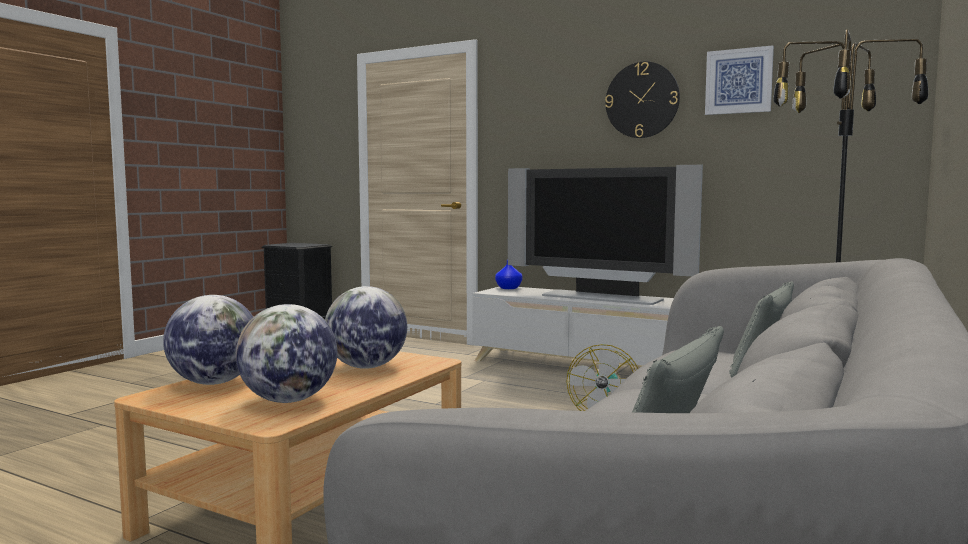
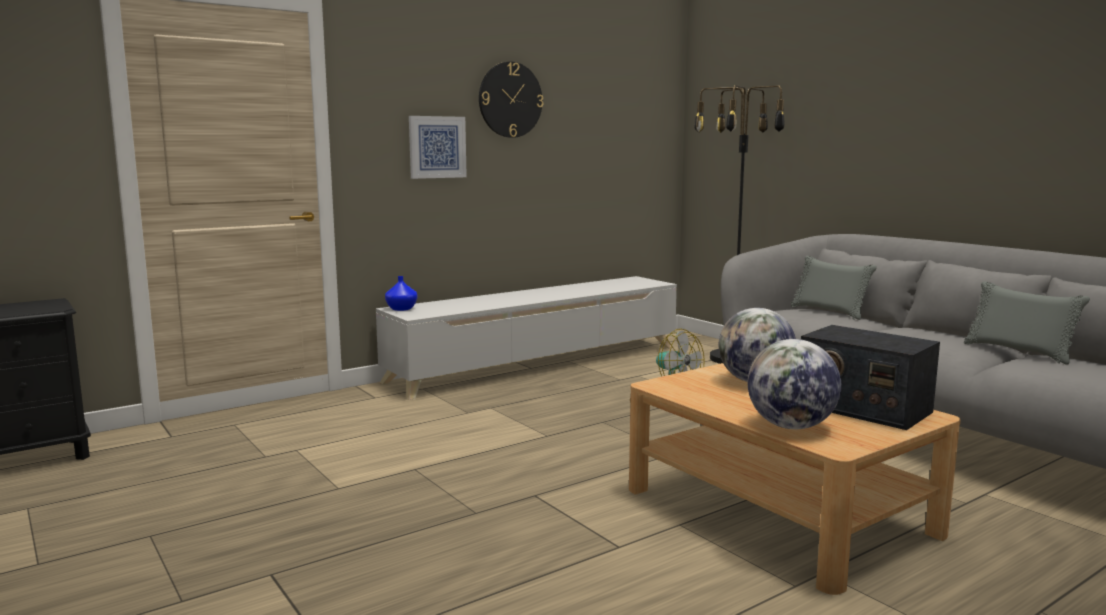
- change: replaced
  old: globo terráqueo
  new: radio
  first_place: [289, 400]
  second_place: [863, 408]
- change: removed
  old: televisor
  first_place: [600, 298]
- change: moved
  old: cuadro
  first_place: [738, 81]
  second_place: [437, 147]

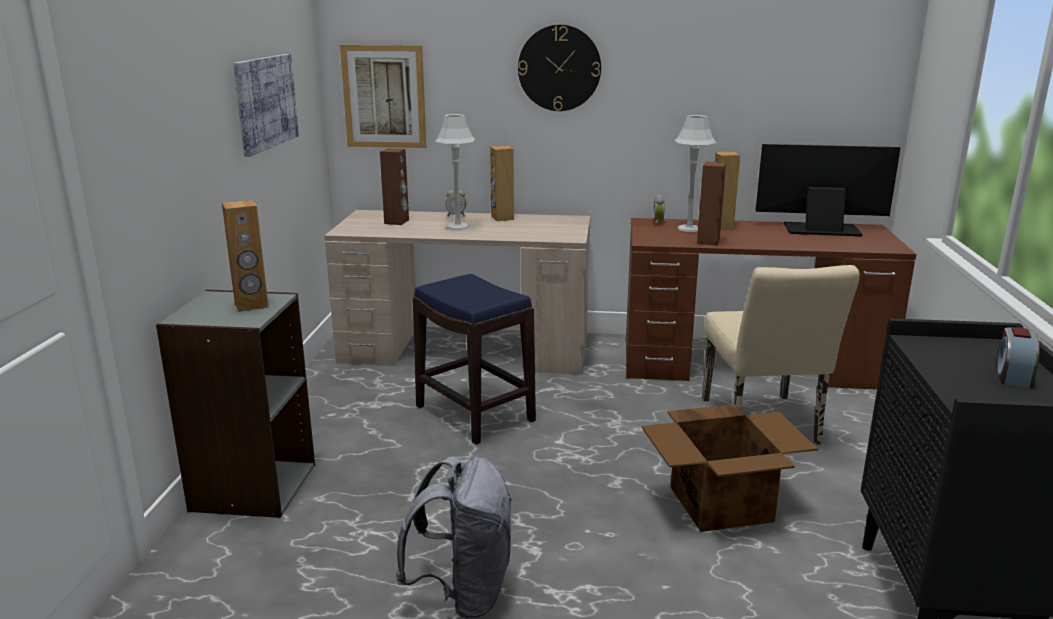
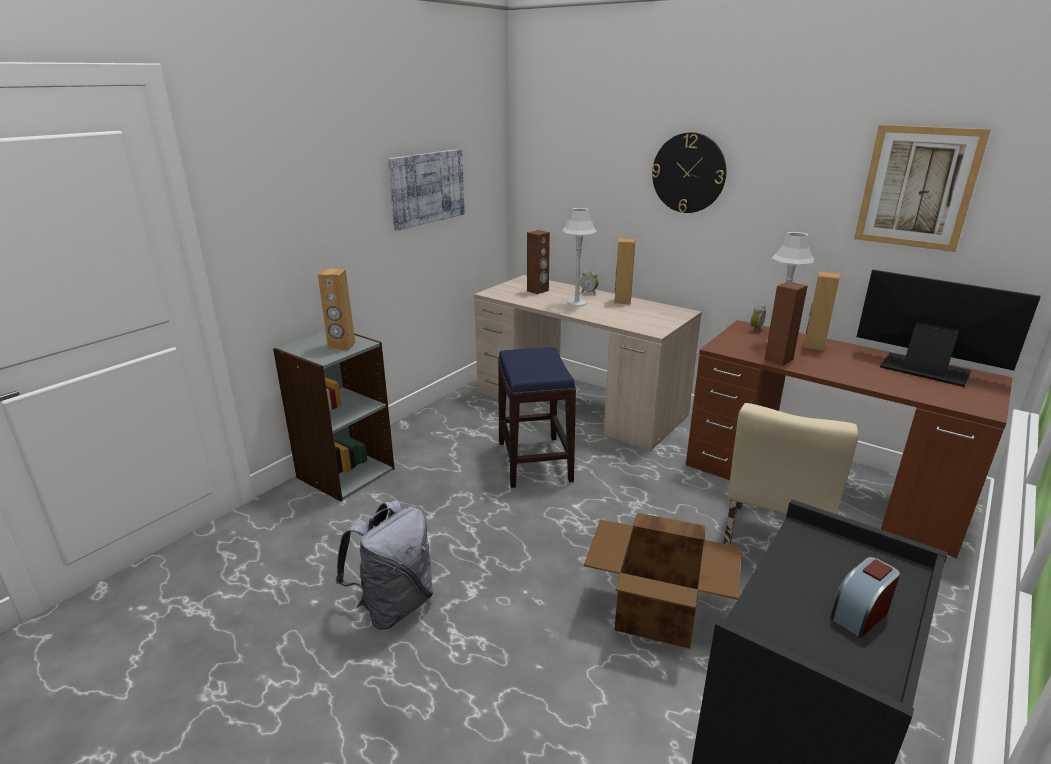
- change: moved
  old: cuadro
  first_place: [384, 96]
  second_place: [917, 188]

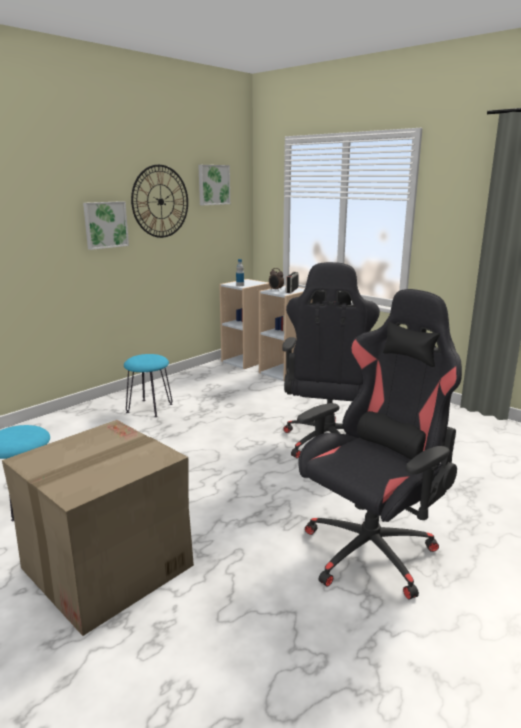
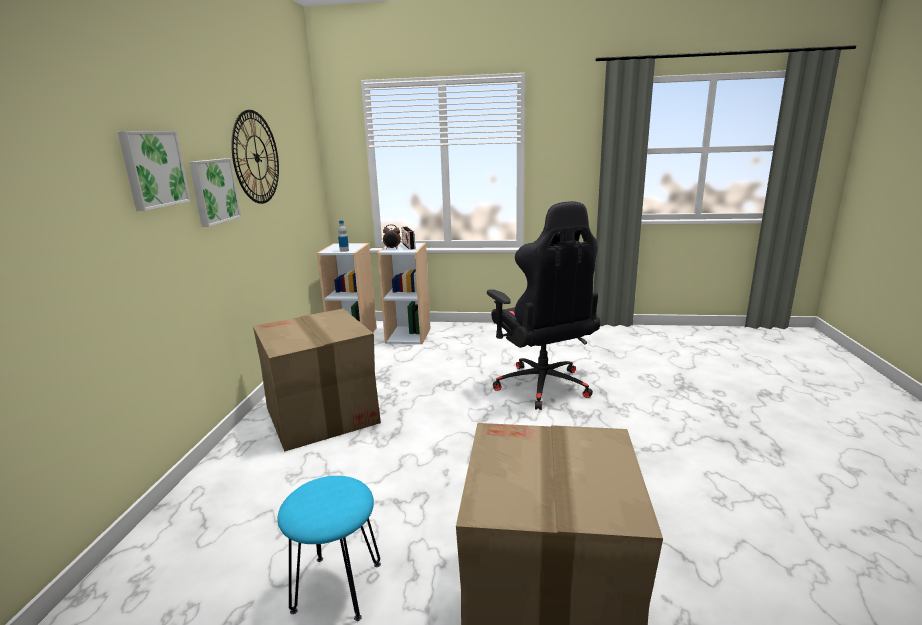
- change: replaced
  old: taburete/turquesa
  new: caja de cartón
  first_place: [149, 408]
  second_place: [322, 415]
- change: moved
  old: cuadro
  first_place: [213, 185]
  second_place: [153, 169]
- change: removed
  old: silla de oficina/negro
  first_place: [368, 553]

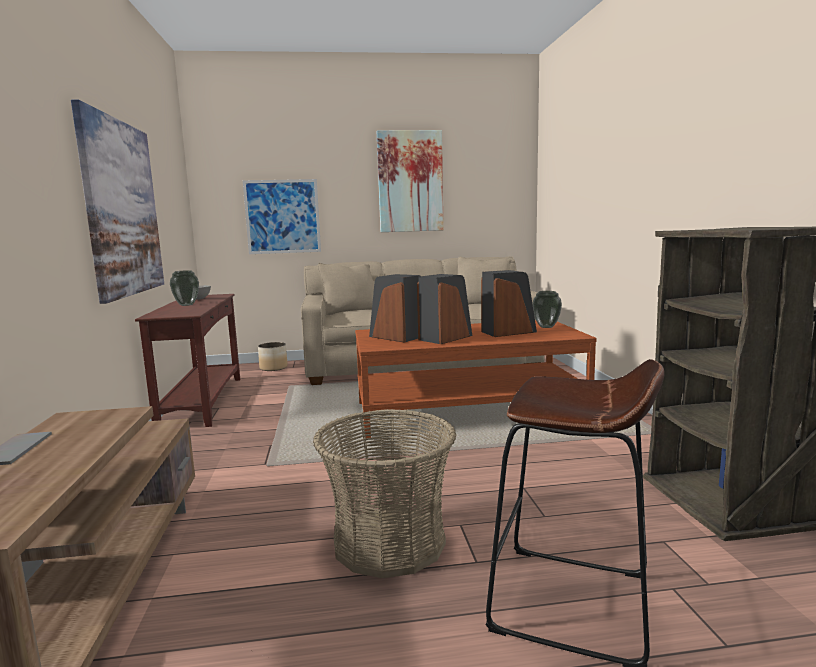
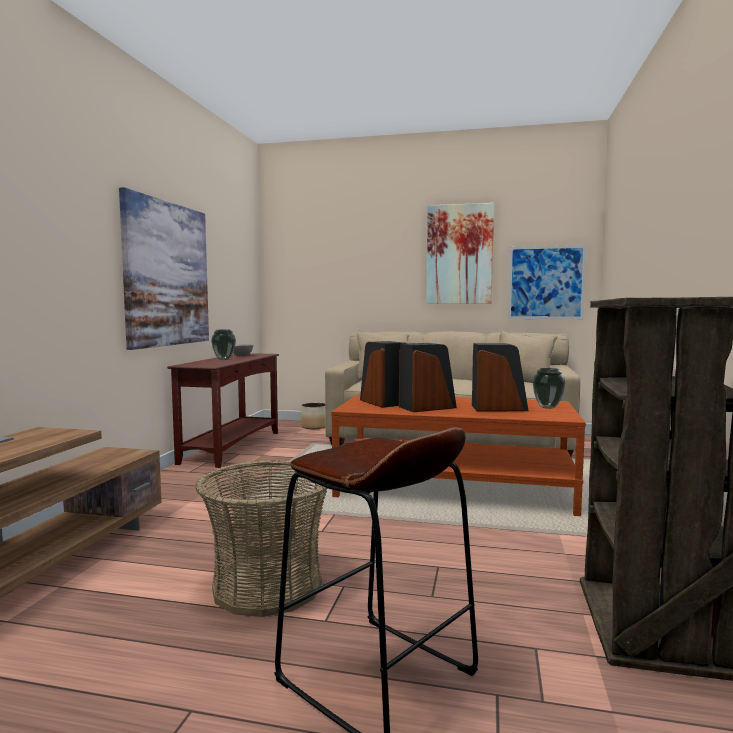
- change: moved
  old: cuadro
  first_place: [282, 216]
  second_place: [546, 282]

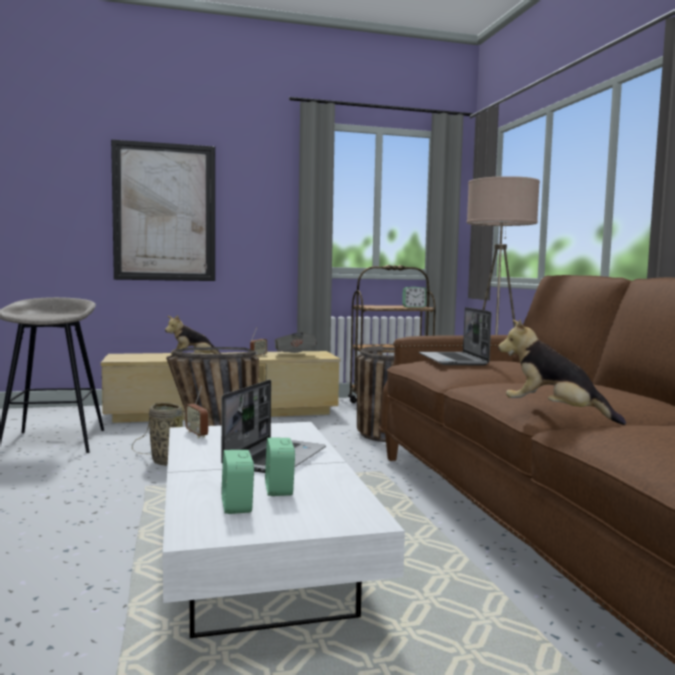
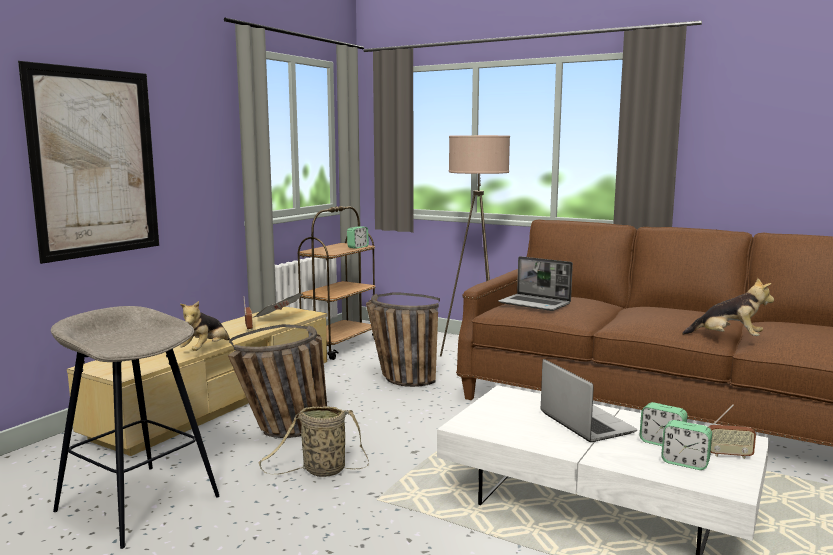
- change: moved
  old: radio
  first_place: [197, 434]
  second_place: [729, 455]
- change: turned
  old: peluche
  first_place: [554, 414]
  second_place: [728, 338]
  degrees: -150

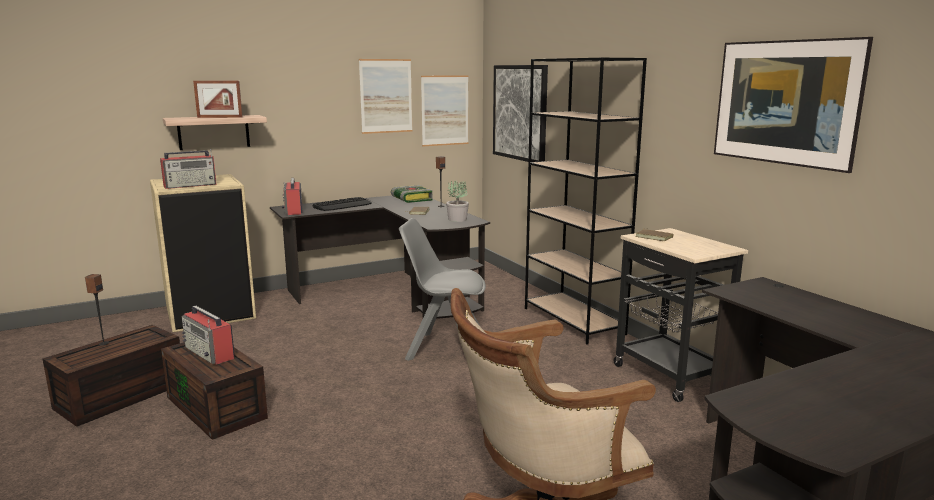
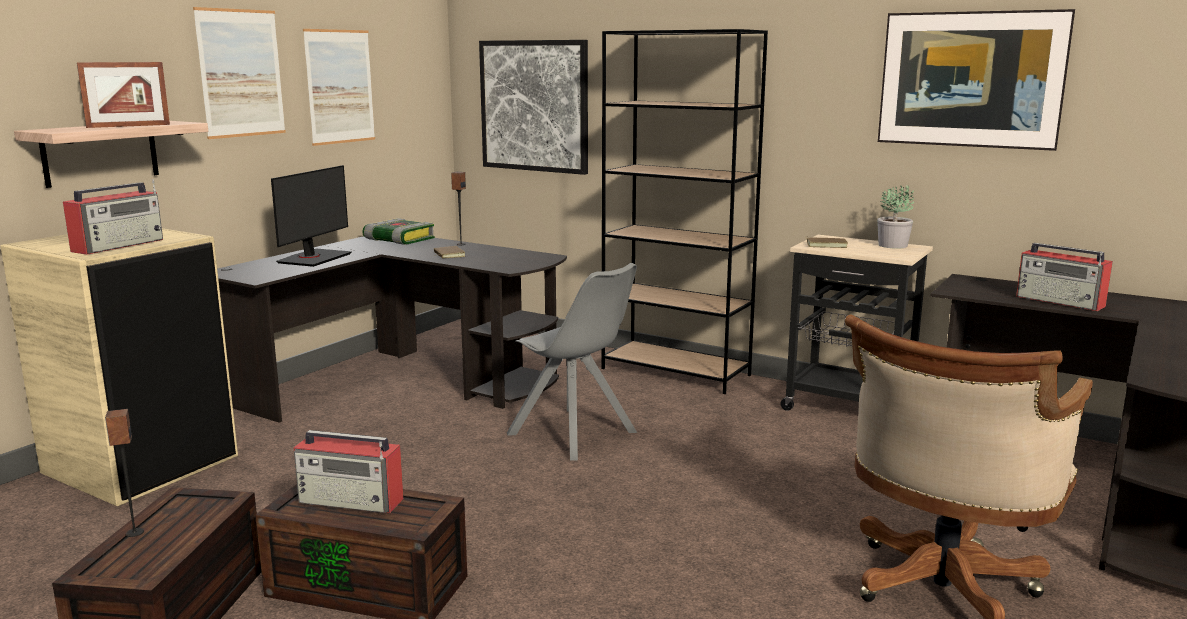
- change: moved
  old: radio
  first_place: [294, 210]
  second_place: [1060, 302]
- change: replaced
  old: teclado
  new: monitor
  first_place: [342, 205]
  second_place: [313, 258]
- change: turned
  old: silla/gris
  first_place: [444, 349]
  second_place: [574, 435]
  degrees: -120
- change: moved
  old: cuadro
  first_place: [445, 110]
  second_place: [241, 73]
- change: moved
  old: planta en maceta
  first_place: [457, 219]
  second_place: [893, 245]

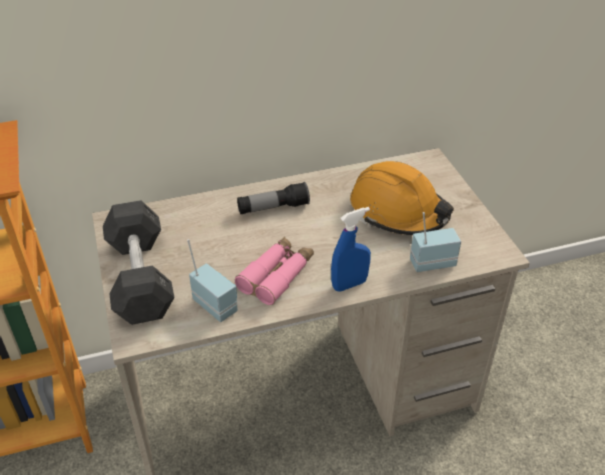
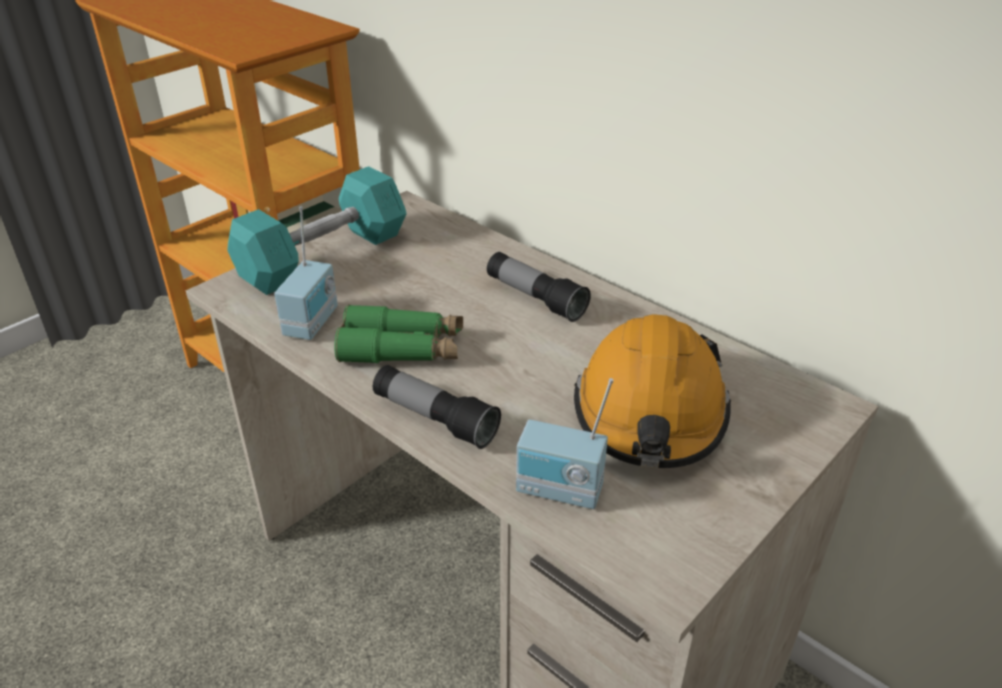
- change: recoloured
  old: mancuerna/gris
  new: mancuerna/turquesa
  first_place: [140, 277]
  second_place: [323, 256]
- change: recoloured
  old: prismáticos/rosa
  new: prismáticos/verde
  first_place: [277, 276]
  second_place: [402, 349]
- change: replaced
  old: pulverizador/azul
  new: linterna
  first_place: [349, 284]
  second_place: [435, 419]
- change: turned
  old: radio
  first_place: [431, 262]
  second_place: [559, 492]
  degrees: 150

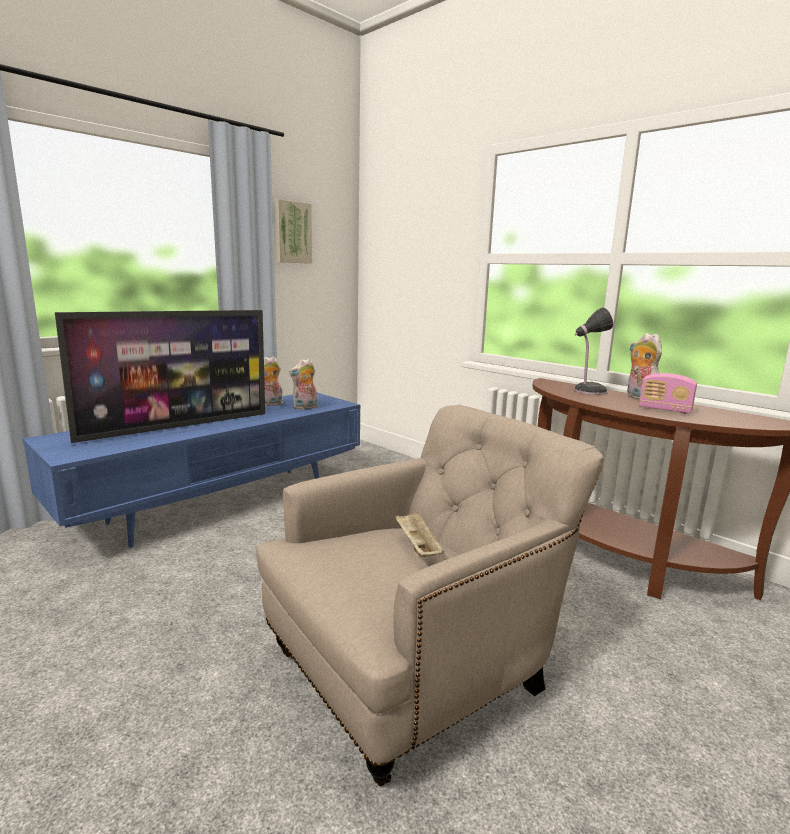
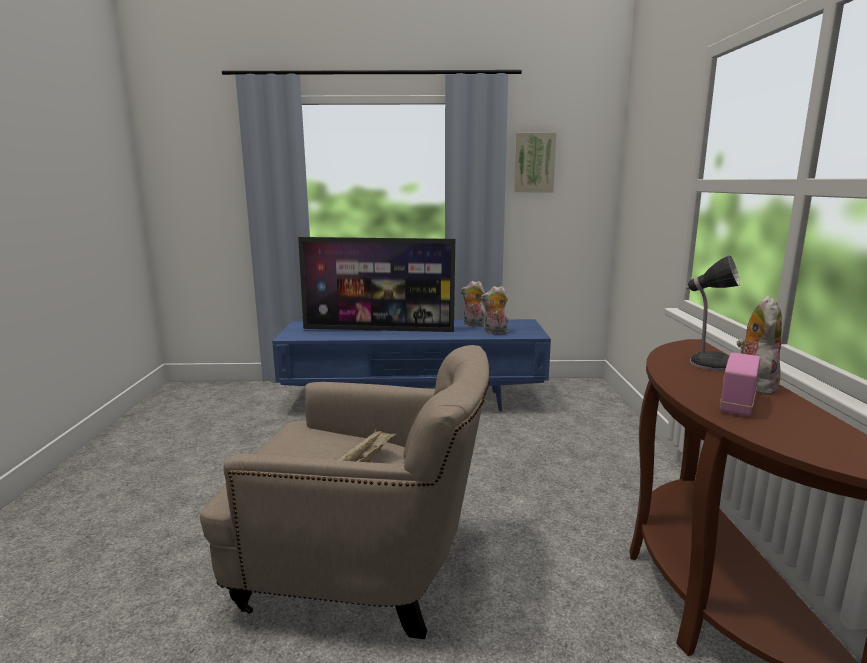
- change: turned
  old: radio
  first_place: [665, 410]
  second_place: [737, 404]
  degrees: 45

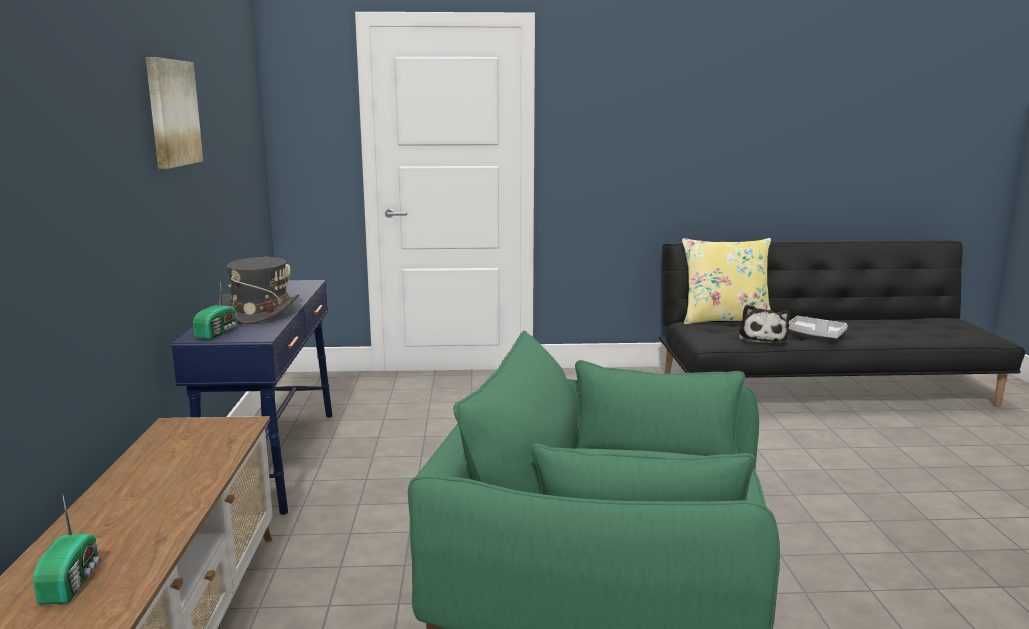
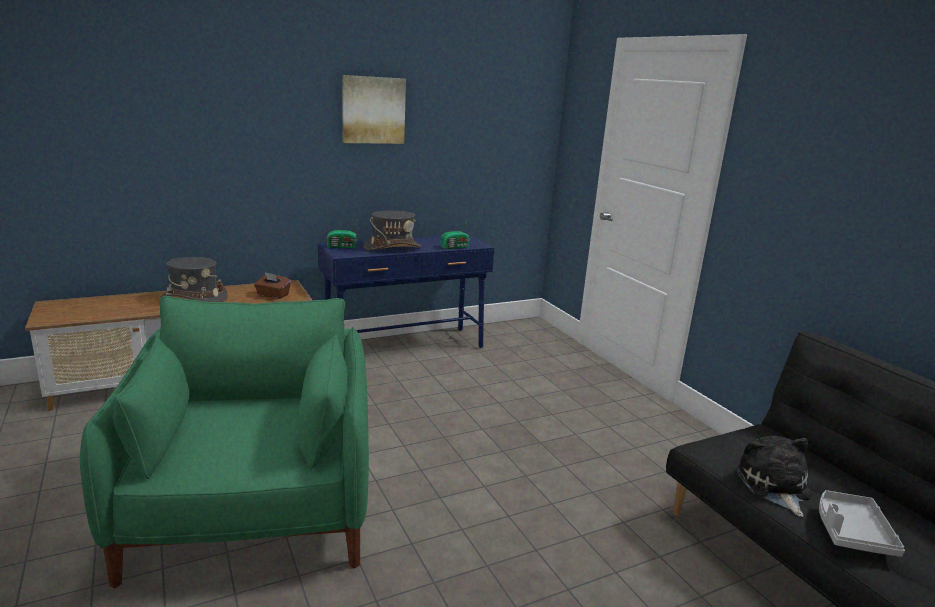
- change: moved
  old: radio
  first_place: [73, 581]
  second_place: [455, 247]
- change: removed
  old: cojín/amarillo
  first_place: [724, 320]
- change: turned
  old: peluche
  first_place: [762, 338]
  second_place: [774, 486]
  degrees: 105
- change: added
  new: sombrero/gris
  second_place: [194, 298]
- change: added
  new: caja de pañuelos/marrón
  second_place: [273, 295]

